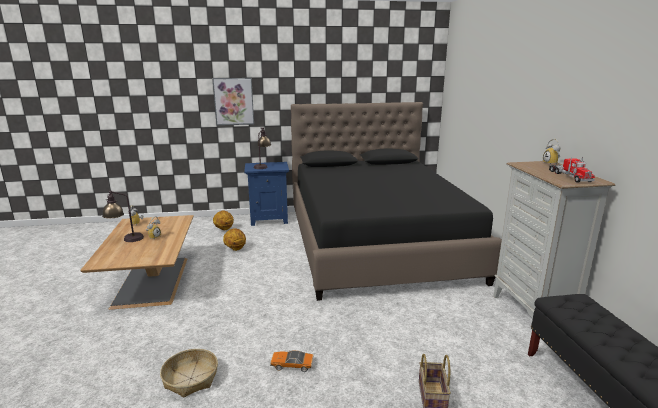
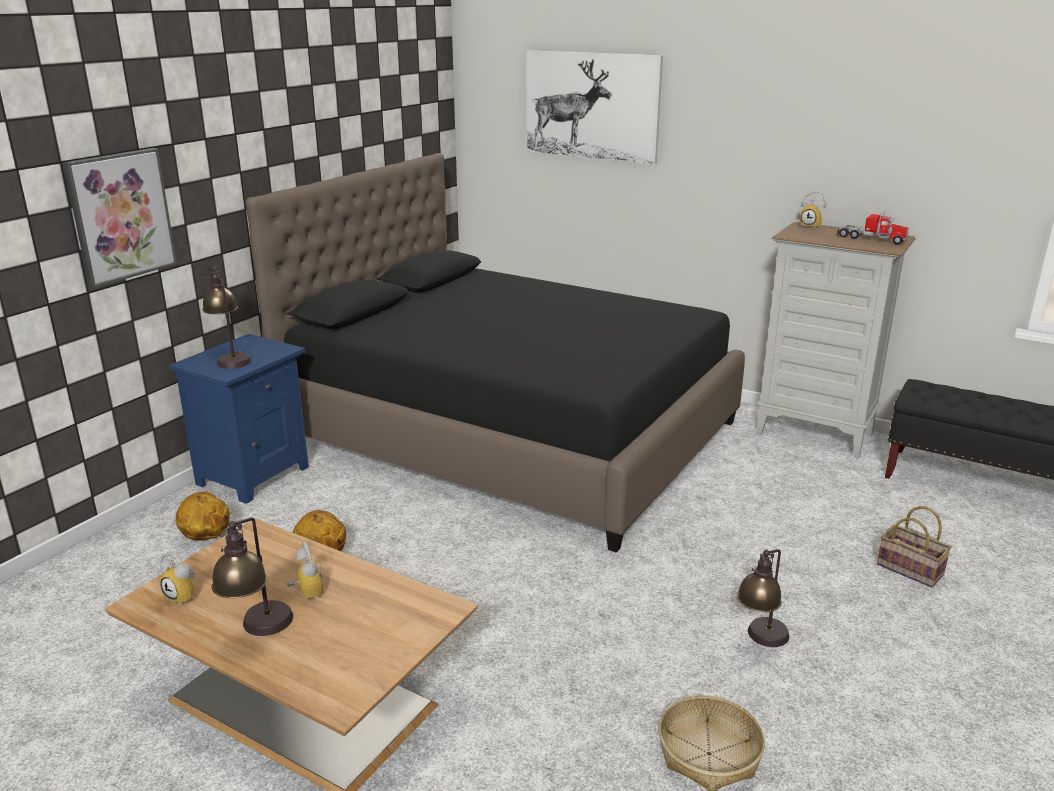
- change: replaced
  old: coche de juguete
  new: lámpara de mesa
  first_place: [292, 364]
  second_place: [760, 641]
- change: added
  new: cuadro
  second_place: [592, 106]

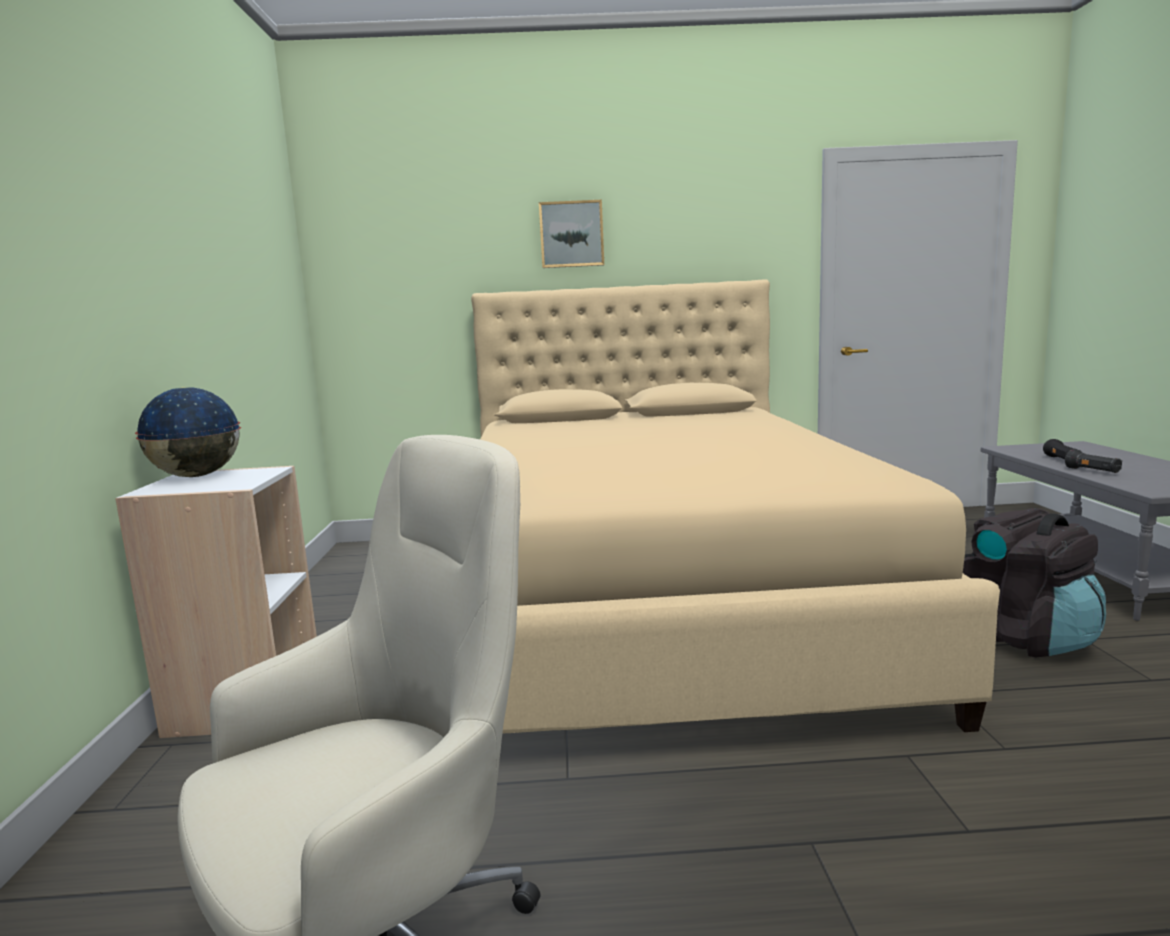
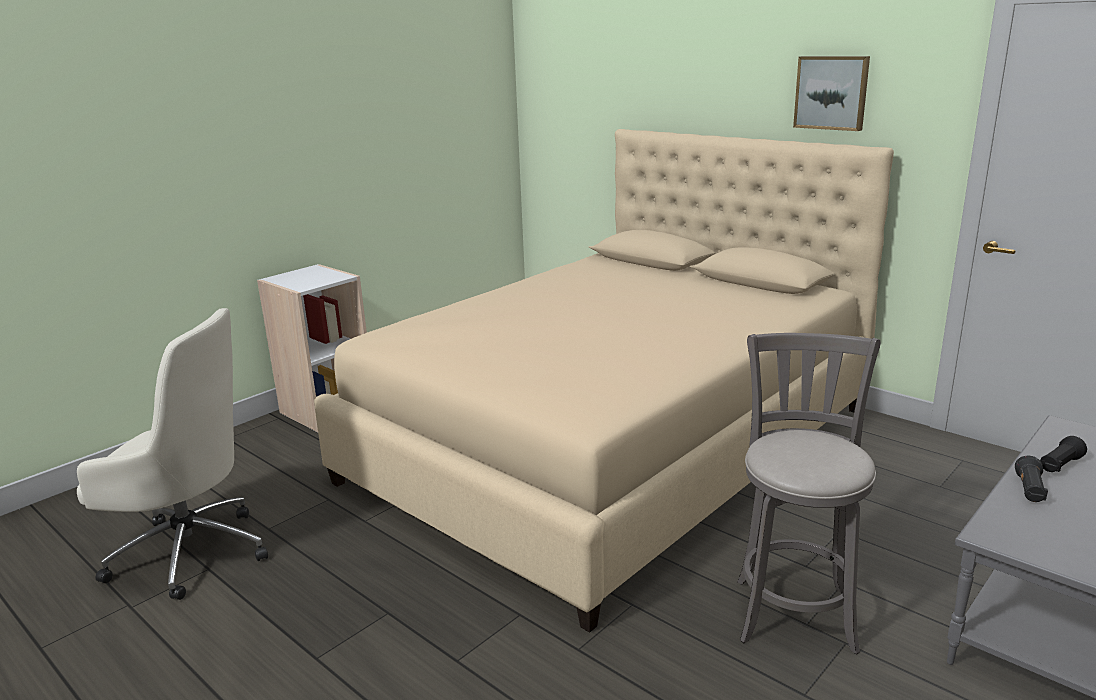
- change: removed
  old: globo terráqueo
  first_place: [197, 476]
- change: moved
  old: cuadro
  first_place: [571, 234]
  second_place: [832, 92]
- change: replaced
  old: mochila/negro
  new: taburete/gris
  first_place: [1020, 637]
  second_place: [794, 610]

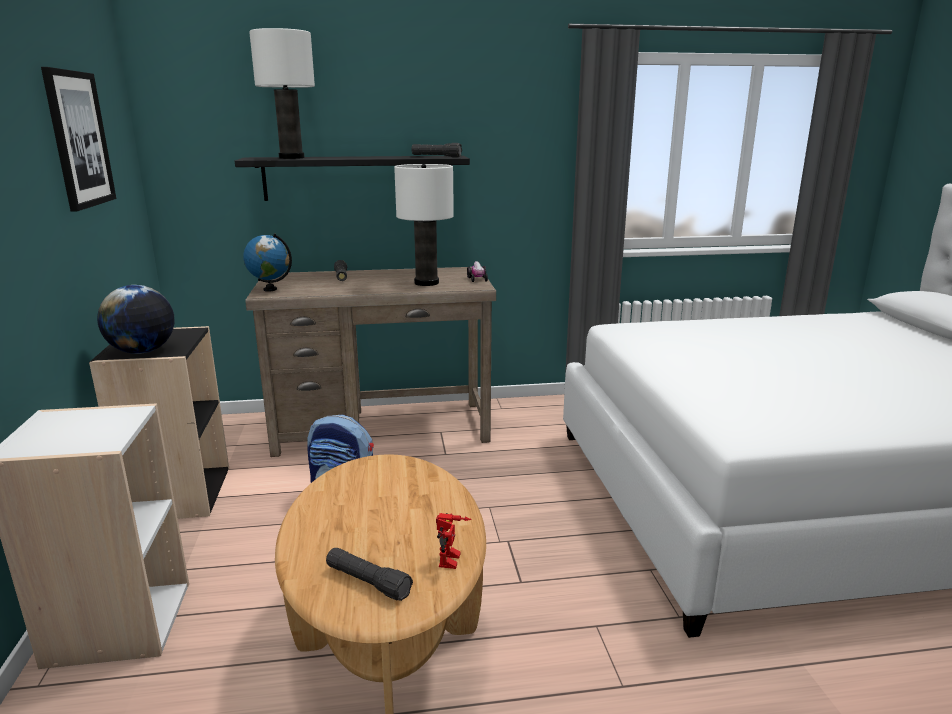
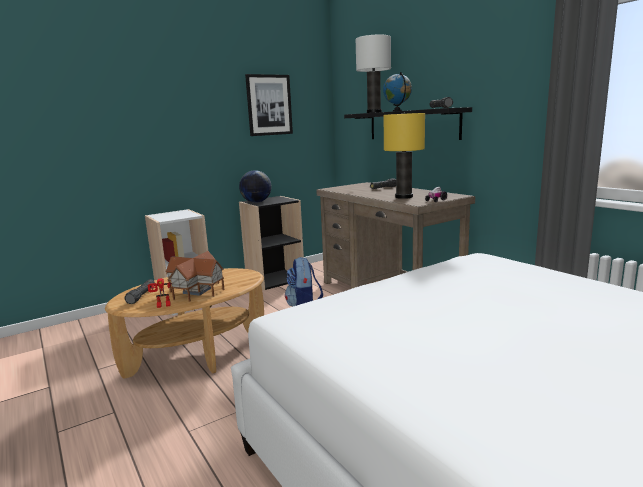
- change: moved
  old: globo terráqueo
  first_place: [270, 289]
  second_place: [397, 111]
- change: recoloured
  old: lámpara de mesa/blanco
  new: lámpara de mesa/amarillo
  first_place: [426, 283]
  second_place: [403, 197]
- change: added
  new: casita
  second_place: [197, 291]

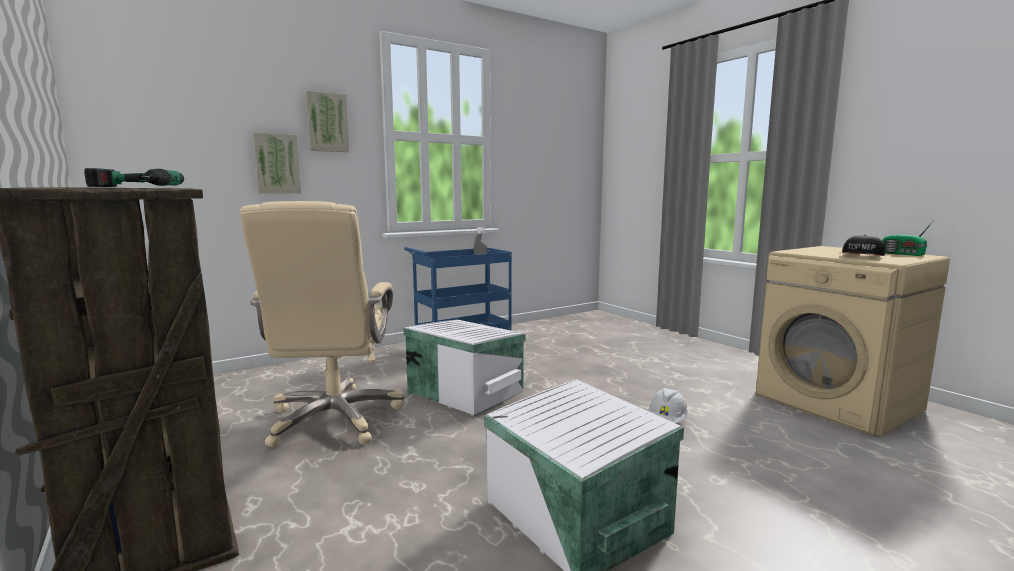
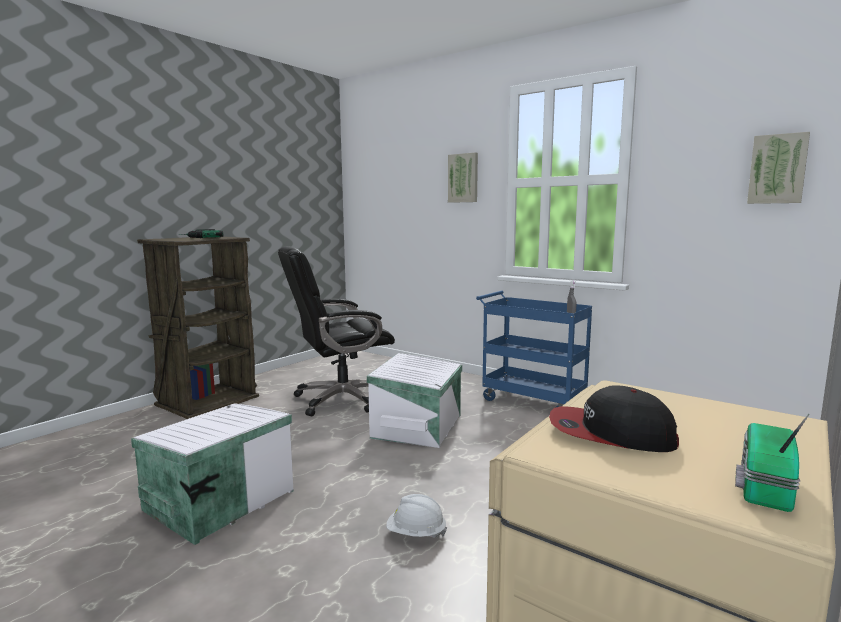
- change: recoloured
  old: silla de oficina/beis
  new: silla de oficina/negro
  first_place: [334, 419]
  second_place: [341, 399]
- change: moved
  old: cuadro
  first_place: [277, 164]
  second_place: [777, 169]

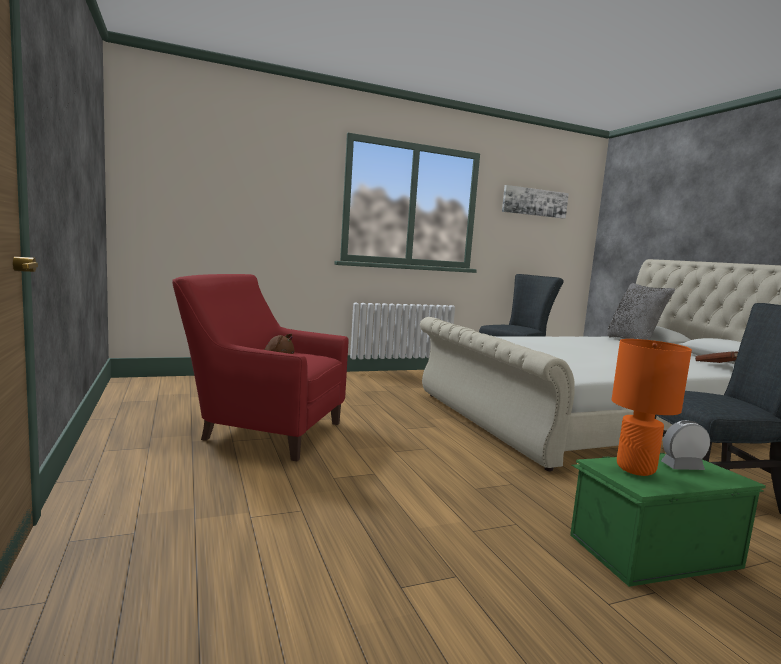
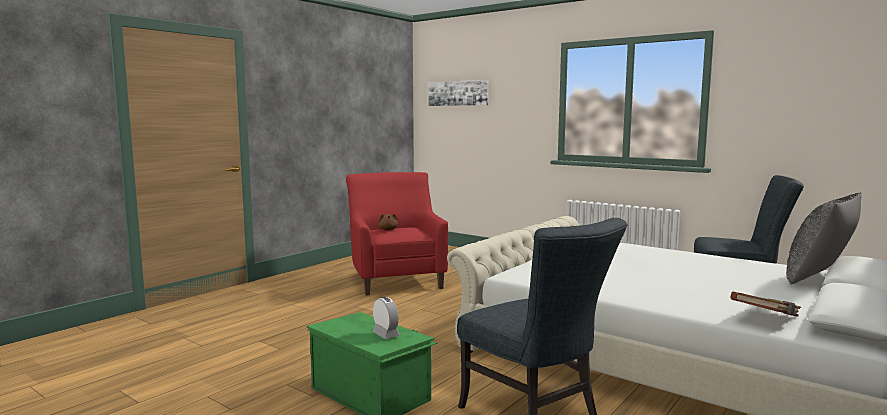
- change: moved
  old: cuadro
  first_place: [534, 202]
  second_place: [458, 93]
- change: removed
  old: lámpara de mesa/naranja
  first_place: [636, 471]

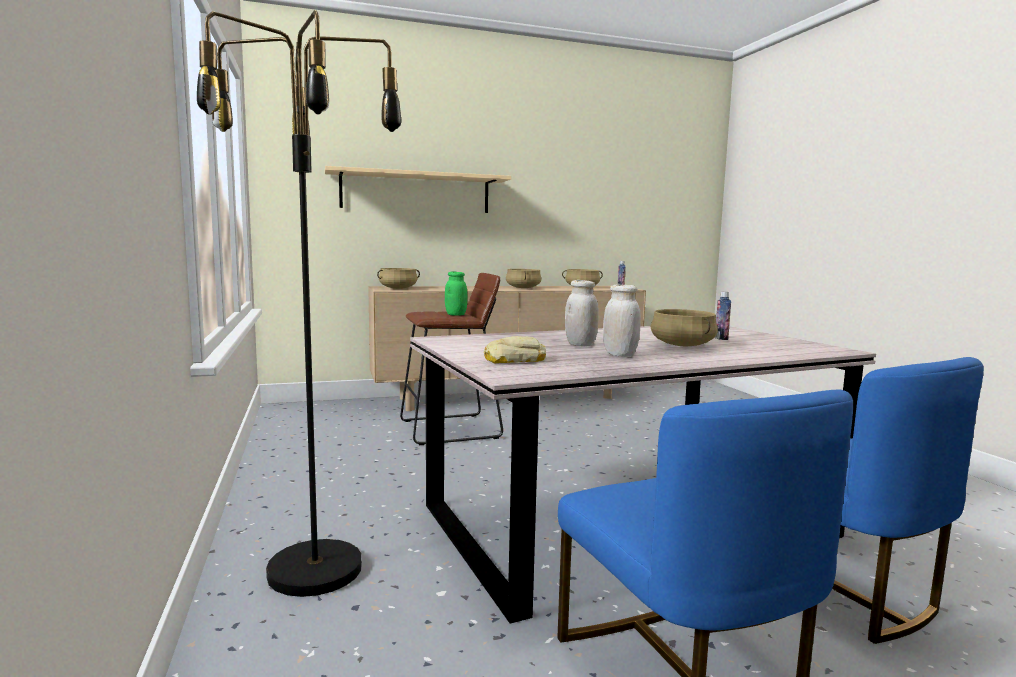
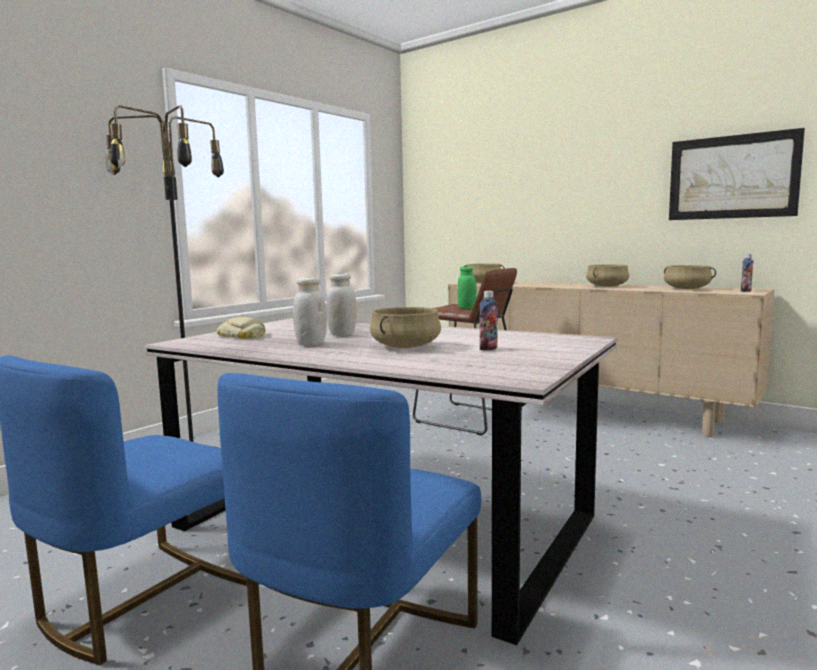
- change: removed
  old: estante/beis
  first_place: [416, 192]
- change: added
  new: cuadro
  second_place: [732, 177]

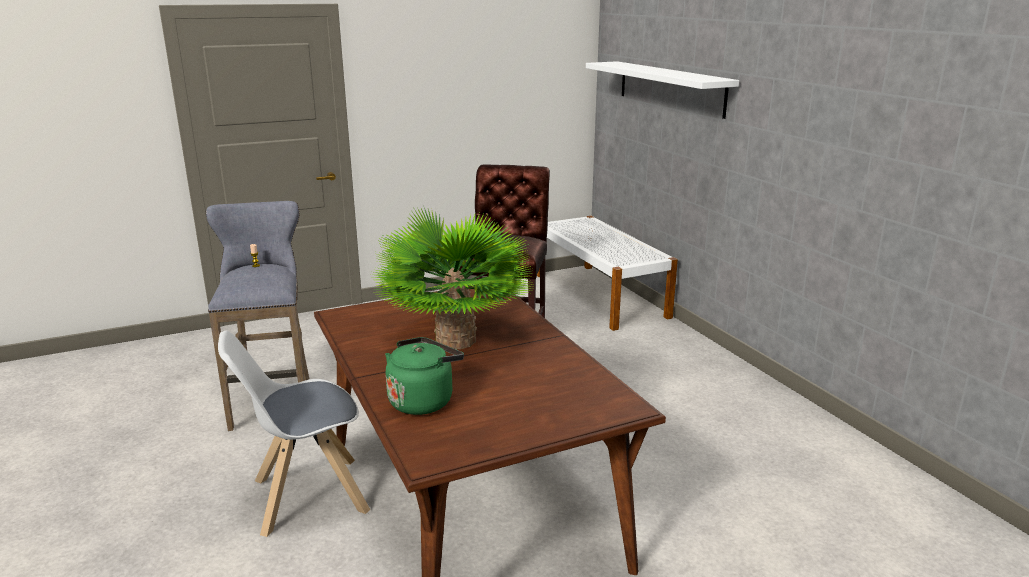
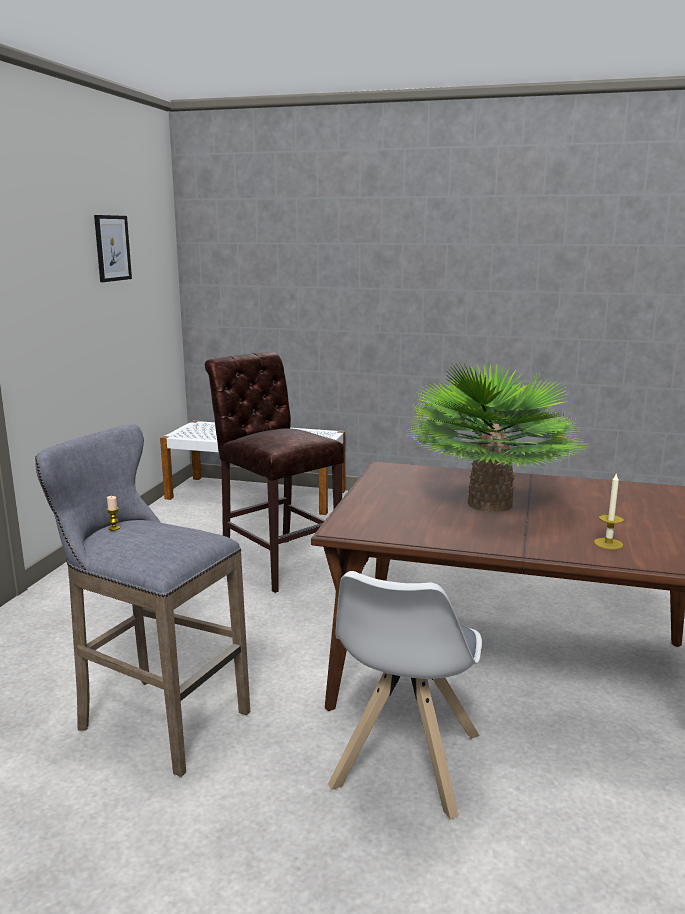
- change: replaced
  old: hervidor/verde
  new: vela
  first_place: [423, 400]
  second_place: [608, 543]
- change: removed
  old: estante/blanco
  first_place: [670, 88]
- change: added
  new: cuadro
  second_place: [112, 248]

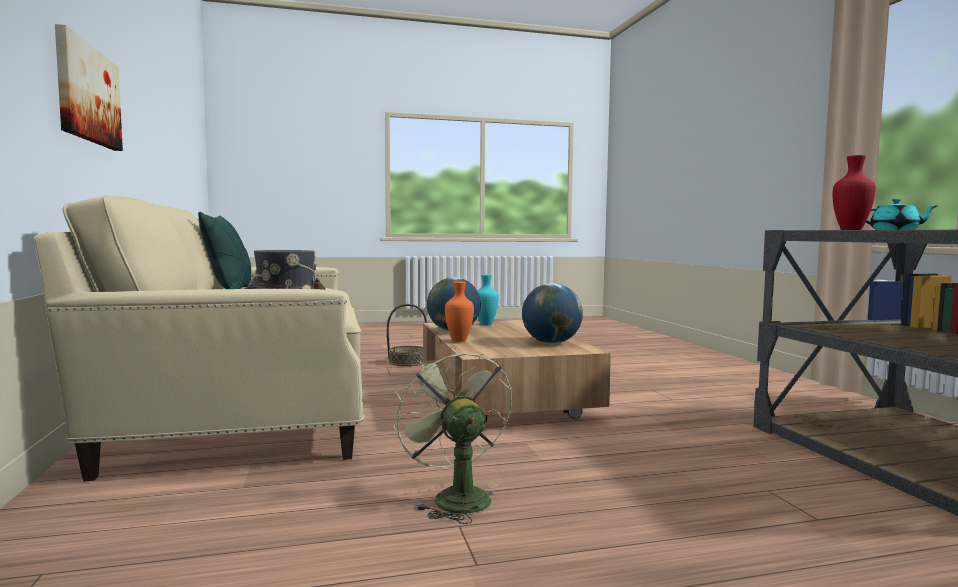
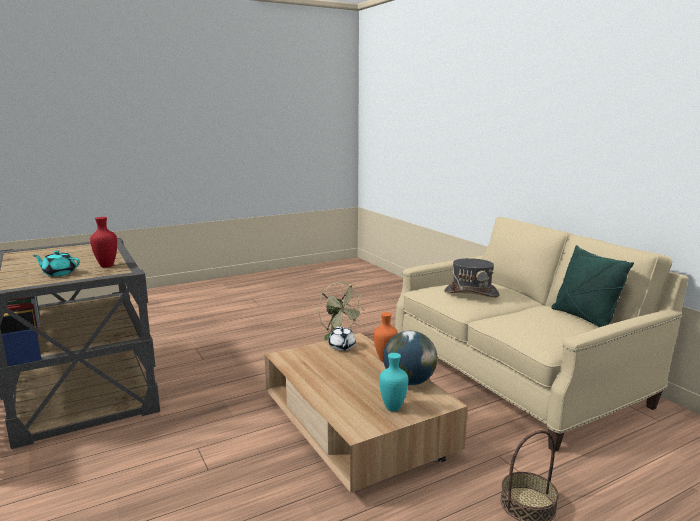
- change: removed
  old: cuadro
  first_place: [87, 94]
- change: removed
  old: globo terráqueo
  first_place: [551, 343]
- change: added
  new: tetera/blanco
  second_place: [342, 347]

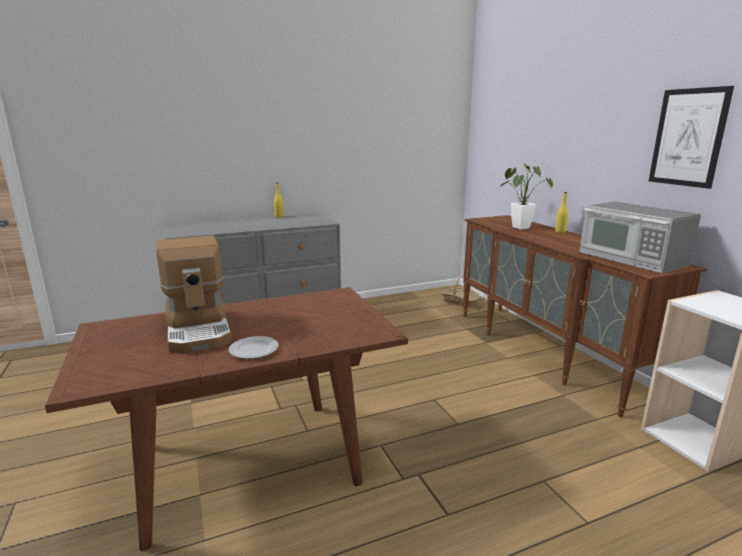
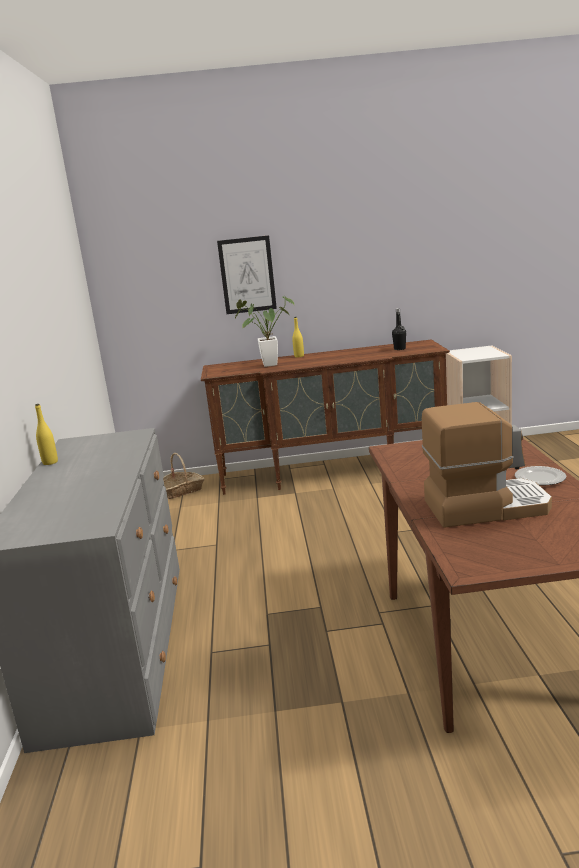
- change: replaced
  old: microondas
  new: botella/negro
  first_place: [631, 258]
  second_place: [399, 349]
- change: moved
  old: cuadro
  first_place: [688, 137]
  second_place: [247, 275]

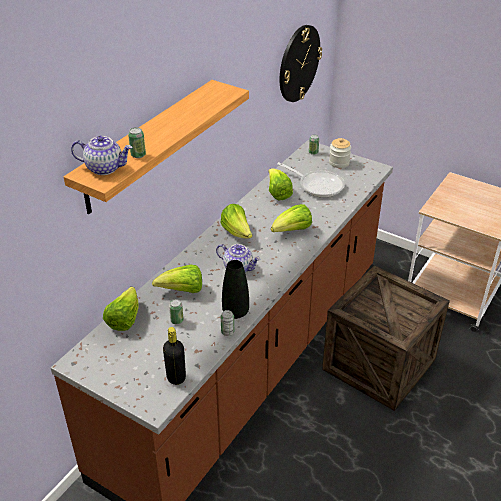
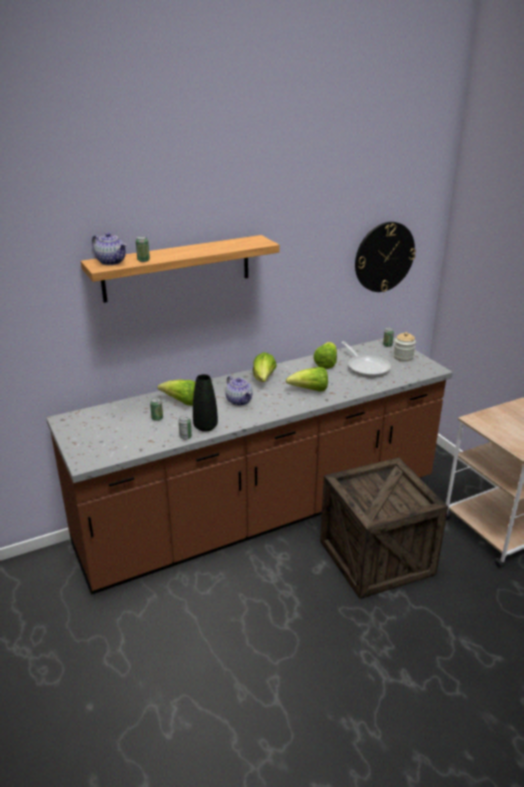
- change: removed
  old: lechuga
  first_place: [124, 319]
- change: removed
  old: botella/negro
  first_place: [176, 377]

